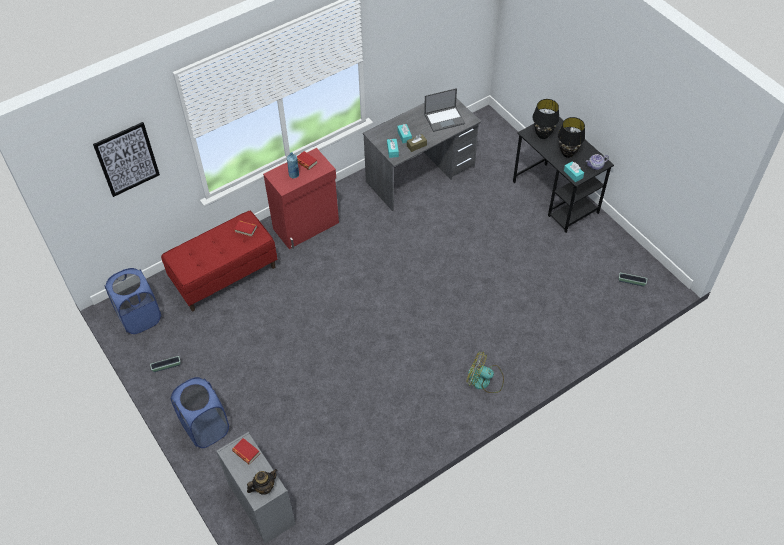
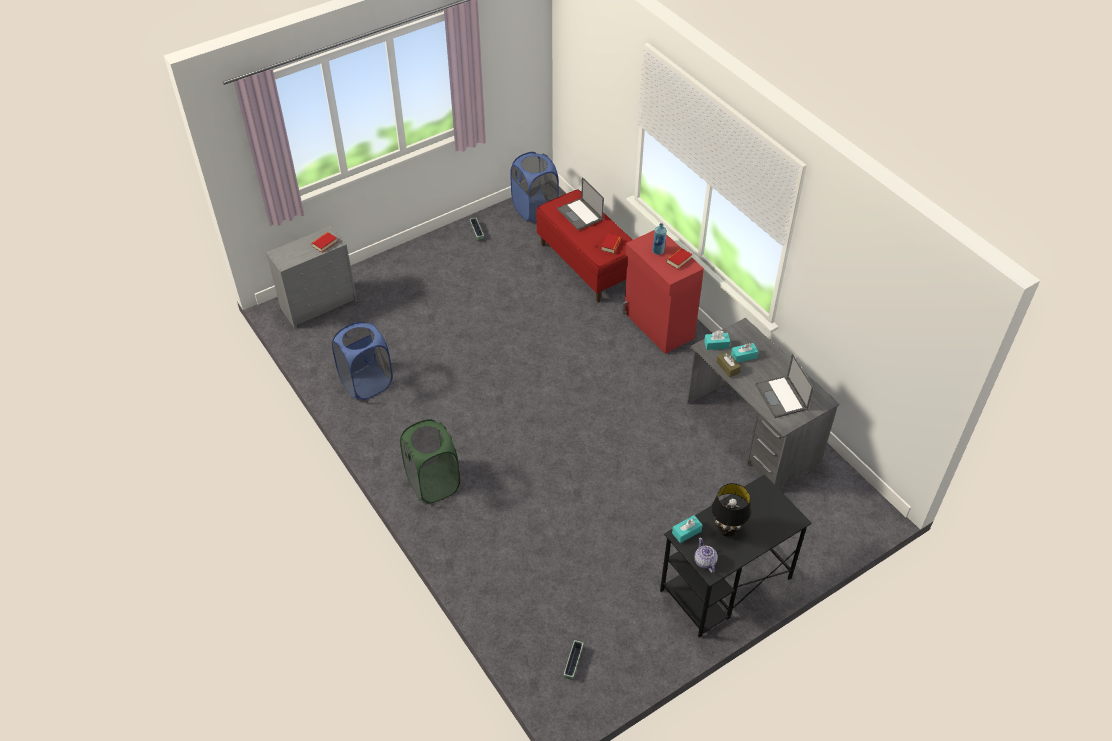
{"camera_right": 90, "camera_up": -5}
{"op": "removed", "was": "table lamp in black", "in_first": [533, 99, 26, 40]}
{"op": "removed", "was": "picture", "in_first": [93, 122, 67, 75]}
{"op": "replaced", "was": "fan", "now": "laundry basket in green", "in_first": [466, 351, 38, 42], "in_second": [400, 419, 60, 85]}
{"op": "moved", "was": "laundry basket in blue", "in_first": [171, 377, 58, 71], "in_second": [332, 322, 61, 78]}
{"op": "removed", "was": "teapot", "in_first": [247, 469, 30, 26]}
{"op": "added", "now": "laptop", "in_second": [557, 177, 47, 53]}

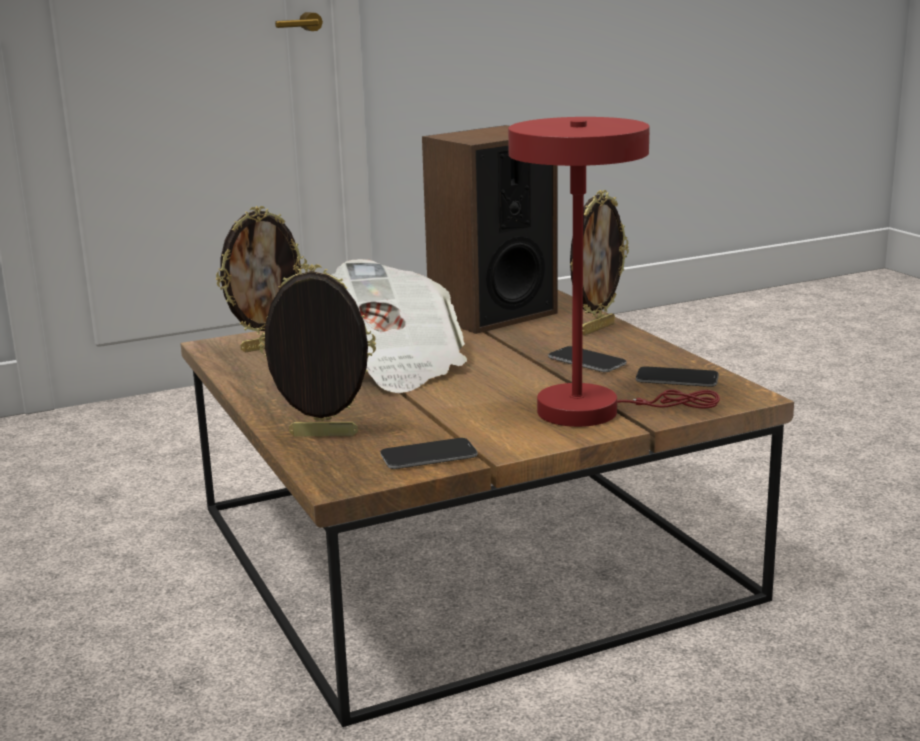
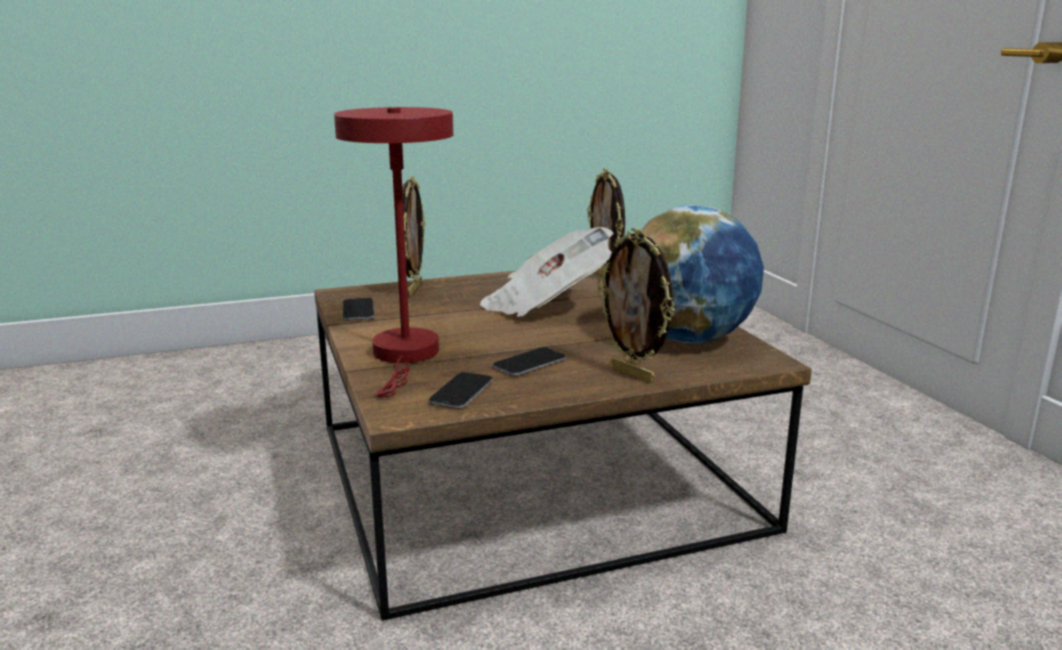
{"camera_right": 95, "camera_up": 0}
{"op": "replaced", "was": "speaker", "now": "globe", "in_first": [422, 125, 136, 209], "in_second": [641, 205, 123, 138]}

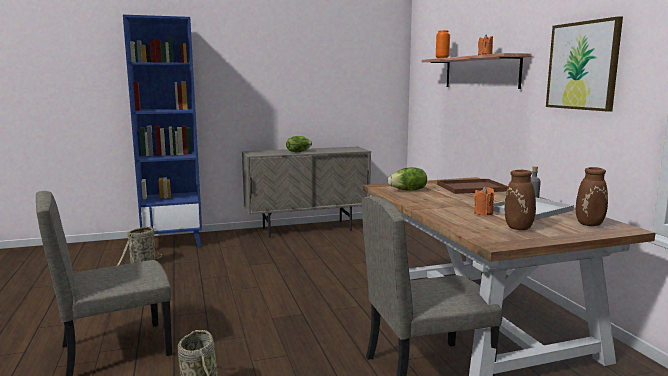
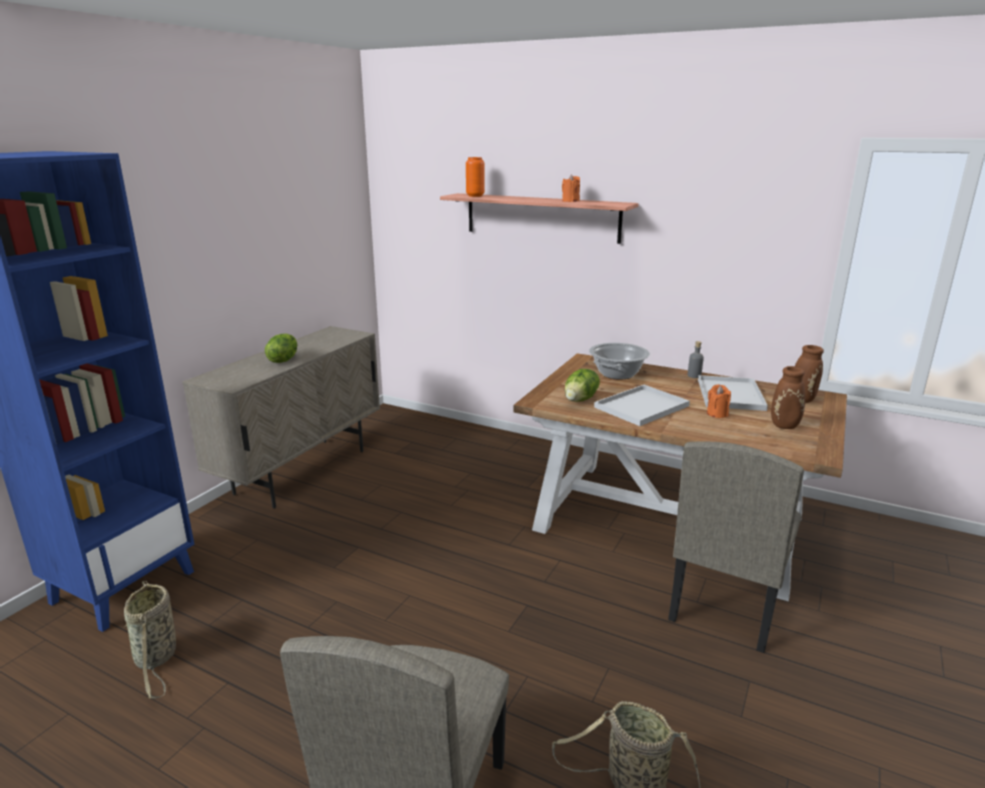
{"camera_right": -45, "camera_up": 10}
{"op": "removed", "was": "picture", "in_first": [546, 16, 77, 96]}
{"op": "replaced", "was": "tray in brown", "now": "cooking pot", "in_first": [437, 179, 71, 15], "in_second": [589, 343, 61, 37]}
{"op": "added", "now": "tray in white", "in_second": [594, 385, 96, 41]}

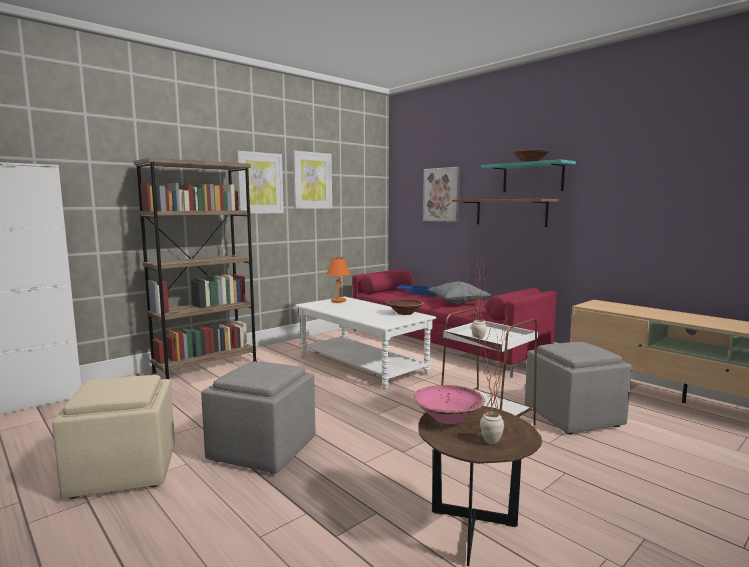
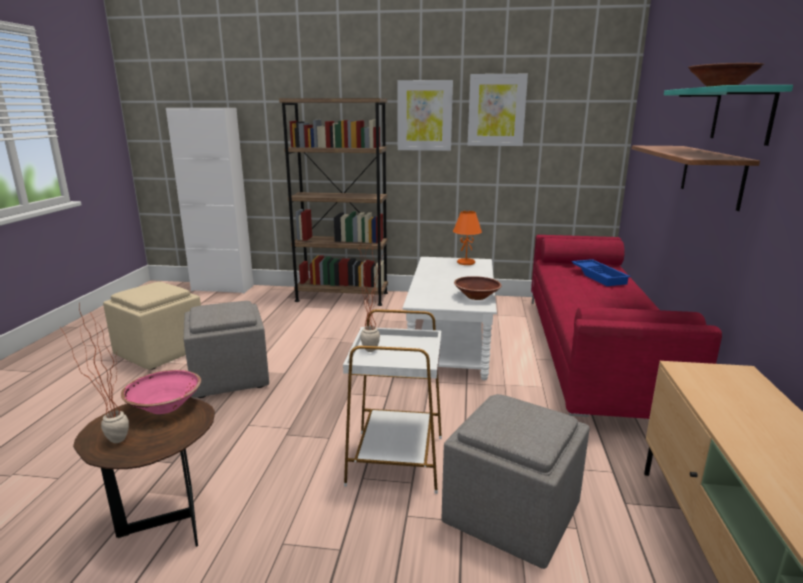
{"camera_right": 50, "camera_up": 10}
{"op": "removed", "was": "picture", "in_first": [423, 167, 37, 55]}
{"op": "removed", "was": "pillow in grey", "in_first": [428, 281, 64, 23]}

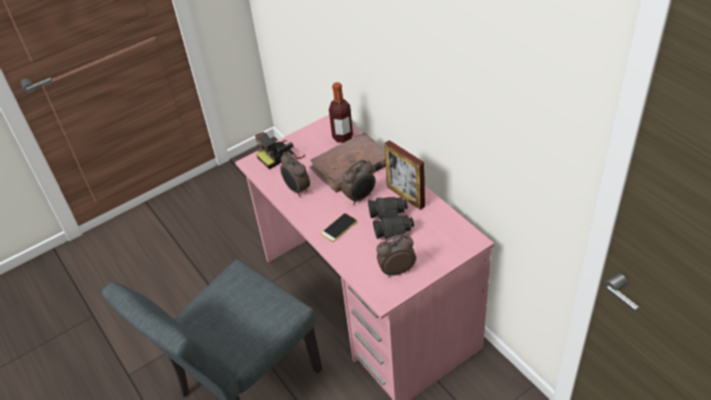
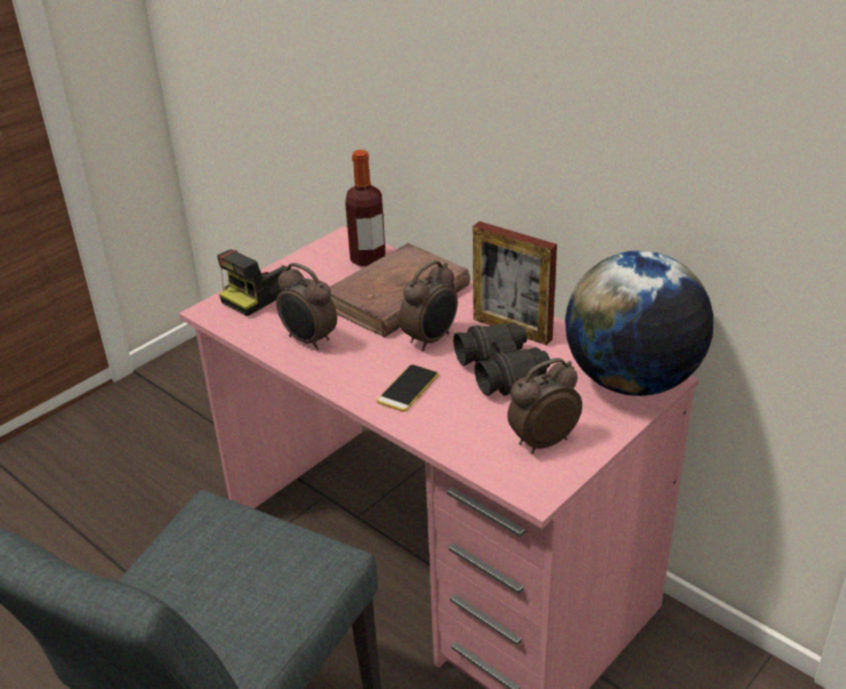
{"camera_right": -15, "camera_up": -10}
{"op": "added", "now": "globe", "in_second": [565, 251, 149, 145]}

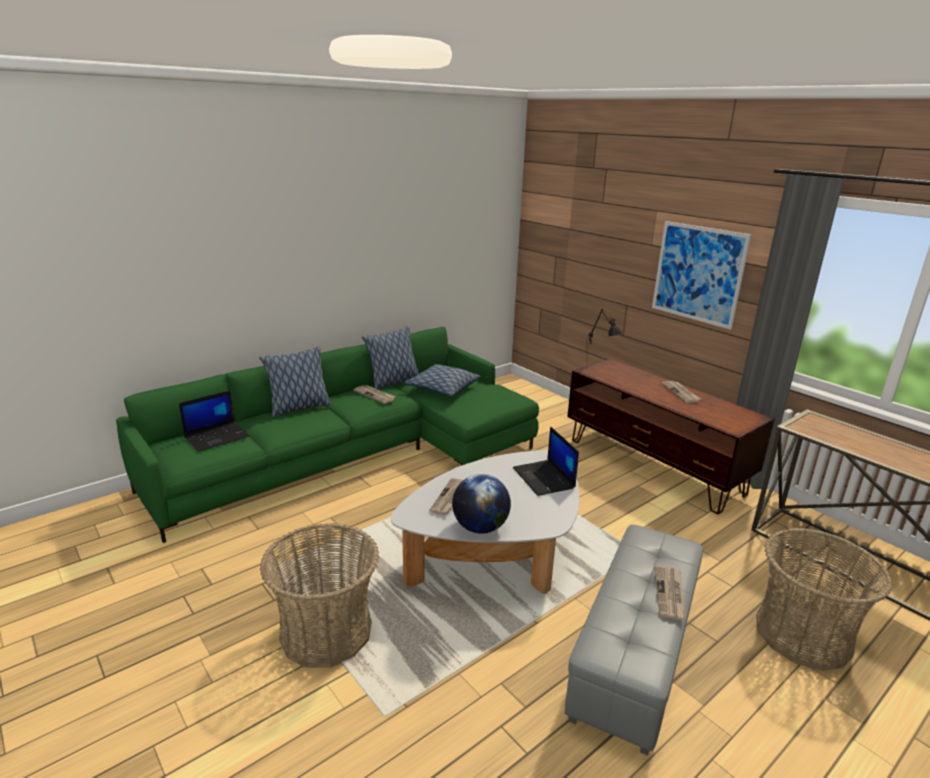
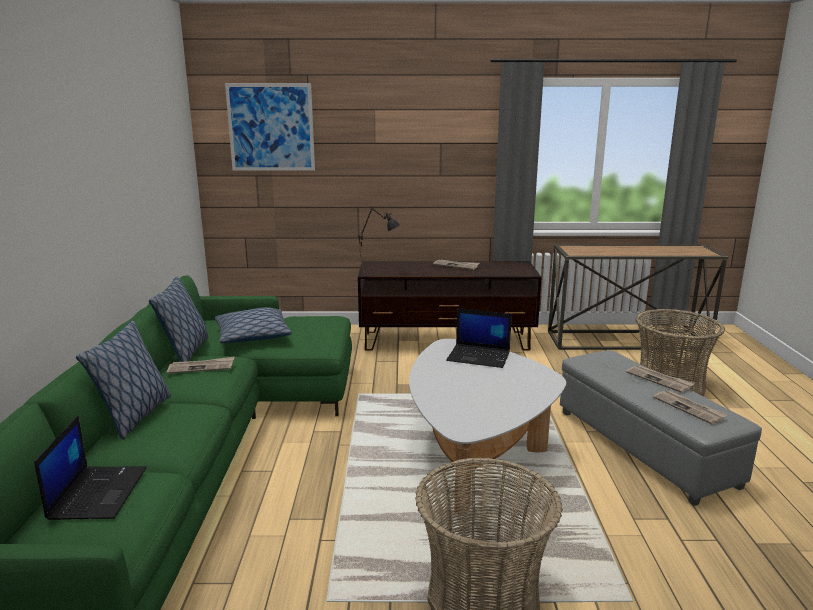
{"camera_right": -50, "camera_up": -5}
{"op": "moved", "was": "picture", "in_first": [652, 221, 99, 109], "in_second": [225, 83, 90, 88]}
{"op": "removed", "was": "globe", "in_first": [452, 474, 59, 60]}
{"op": "moved", "was": "newspaper", "in_first": [429, 478, 34, 37], "in_second": [653, 390, 75, 34]}

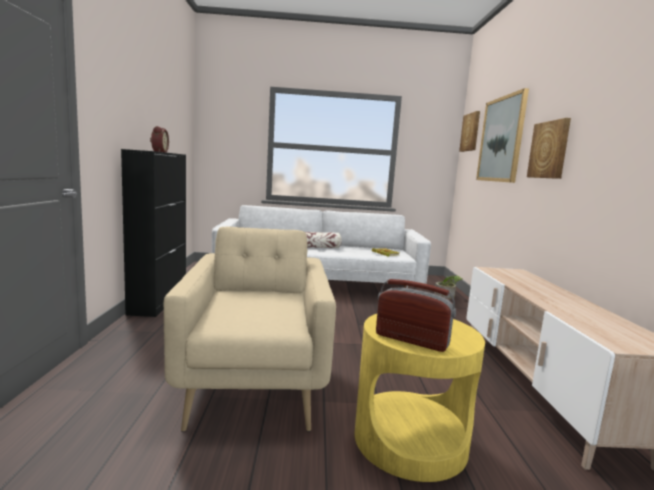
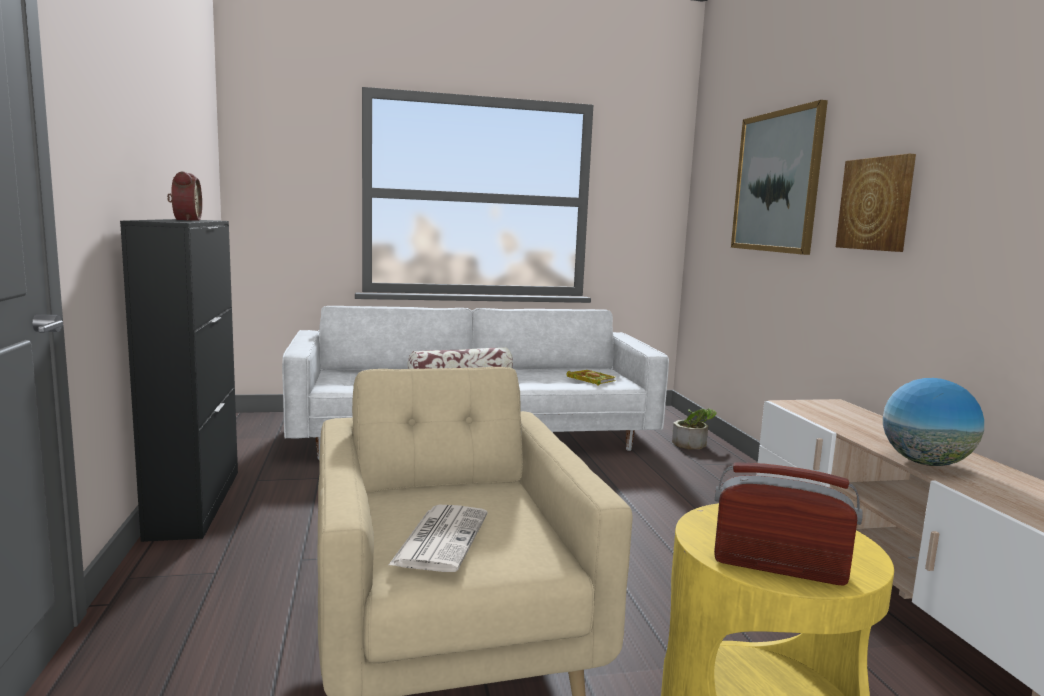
{"camera_right": -10, "camera_up": 0}
{"op": "removed", "was": "picture", "in_first": [459, 111, 21, 41]}
{"op": "added", "now": "globe", "in_second": [883, 378, 101, 88]}
{"op": "added", "now": "newspaper", "in_second": [389, 505, 99, 67]}

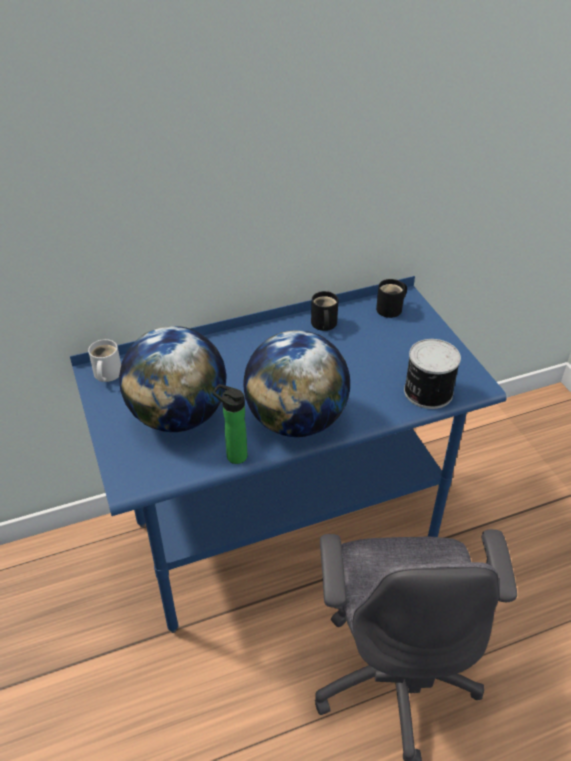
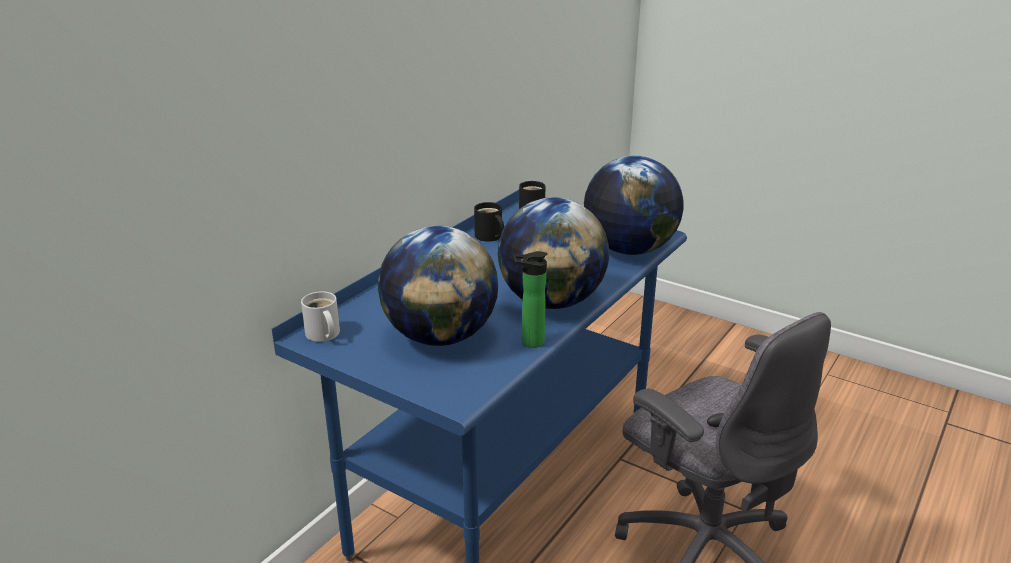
{"camera_right": -35, "camera_up": -15}
{"op": "replaced", "was": "can", "now": "globe", "in_first": [404, 339, 57, 70], "in_second": [584, 156, 100, 99]}

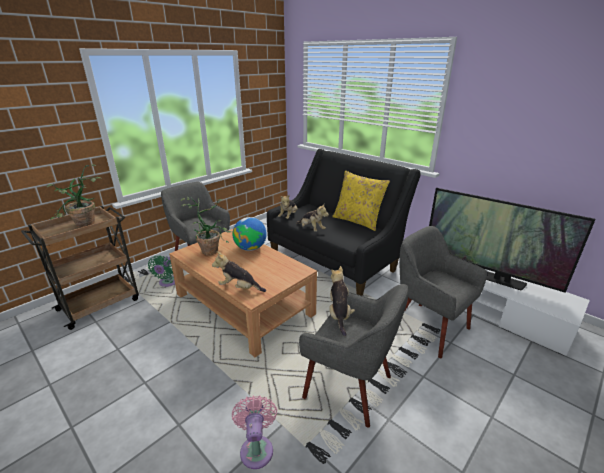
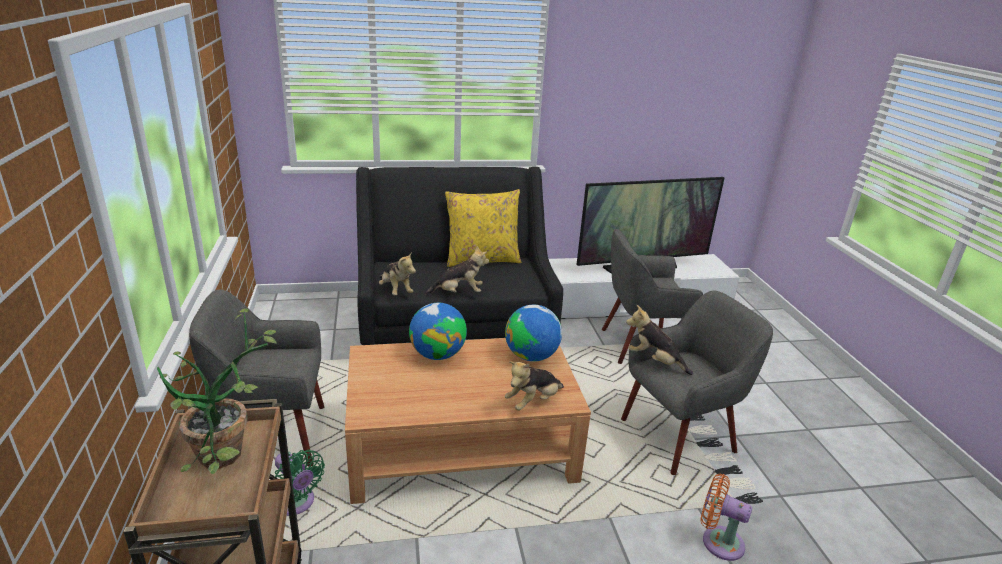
{"camera_right": -55, "camera_up": 0}
{"op": "removed", "was": "potted plant", "in_first": [180, 197, 52, 58]}
{"op": "recoloured", "was": "fan in pink", "now": "fan in orange", "in_first": [232, 395, 45, 74], "in_second": [700, 474, 52, 87]}
{"op": "added", "now": "globe", "in_second": [505, 305, 57, 57]}

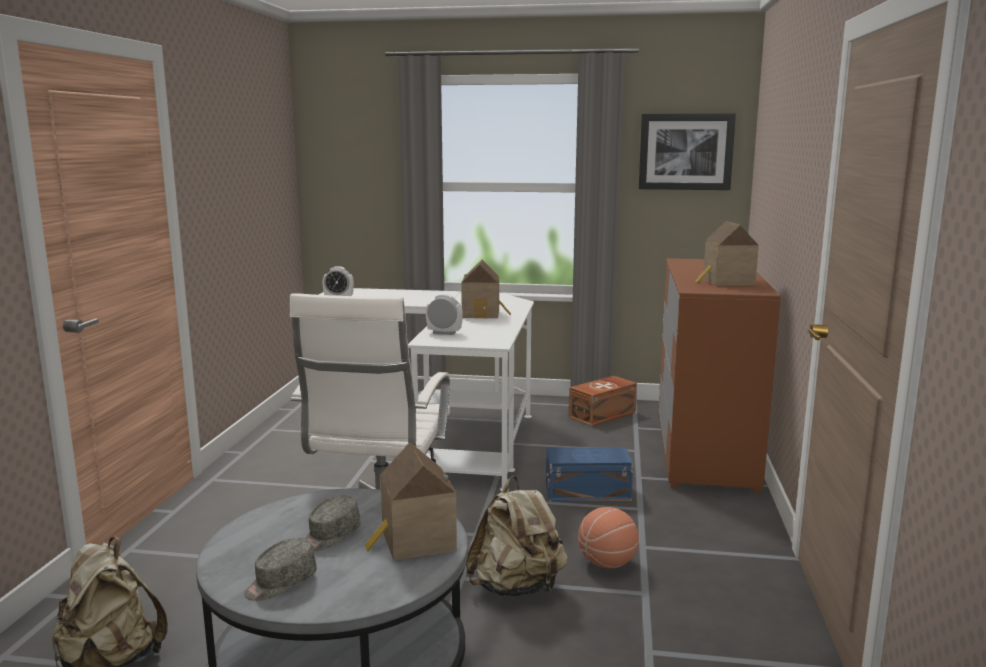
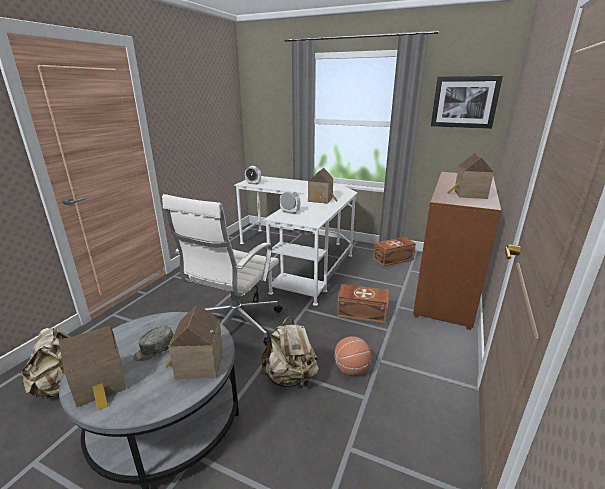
{"camera_right": 15, "camera_up": 10}
{"op": "recoloured", "was": "storage box in blue", "now": "storage box in brown", "in_first": [546, 447, 87, 55], "in_second": [337, 284, 52, 40]}
{"op": "replaced", "was": "cap in grey", "now": "toy house", "in_first": [244, 538, 73, 63], "in_second": [59, 326, 67, 85]}

